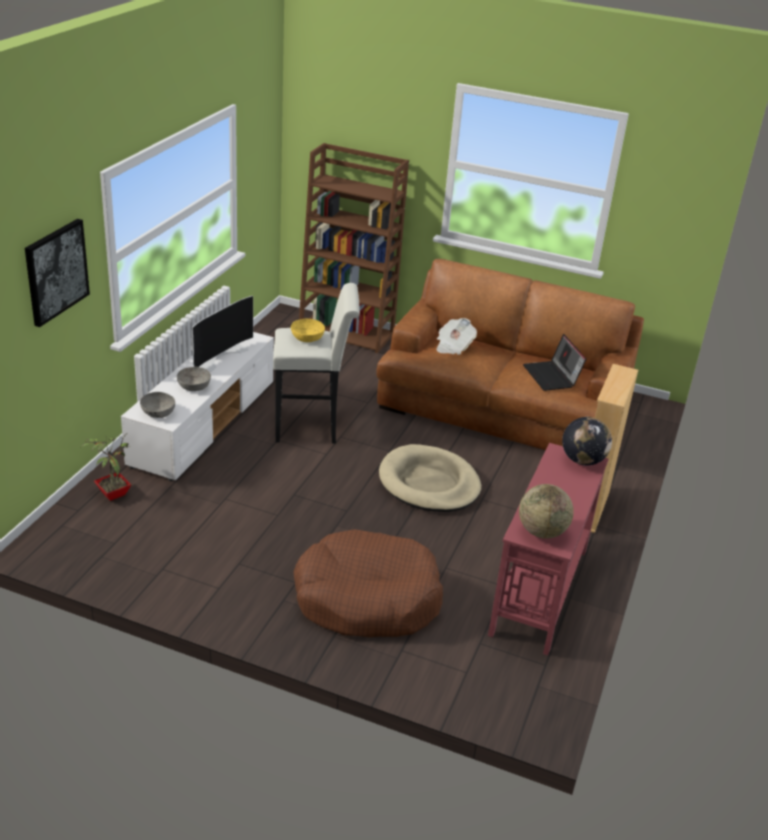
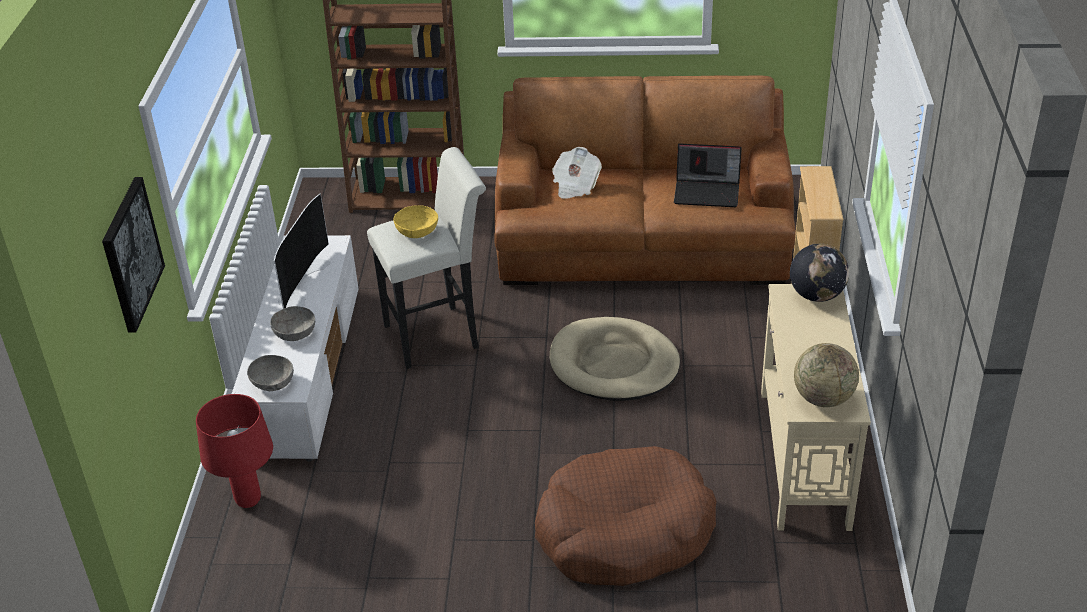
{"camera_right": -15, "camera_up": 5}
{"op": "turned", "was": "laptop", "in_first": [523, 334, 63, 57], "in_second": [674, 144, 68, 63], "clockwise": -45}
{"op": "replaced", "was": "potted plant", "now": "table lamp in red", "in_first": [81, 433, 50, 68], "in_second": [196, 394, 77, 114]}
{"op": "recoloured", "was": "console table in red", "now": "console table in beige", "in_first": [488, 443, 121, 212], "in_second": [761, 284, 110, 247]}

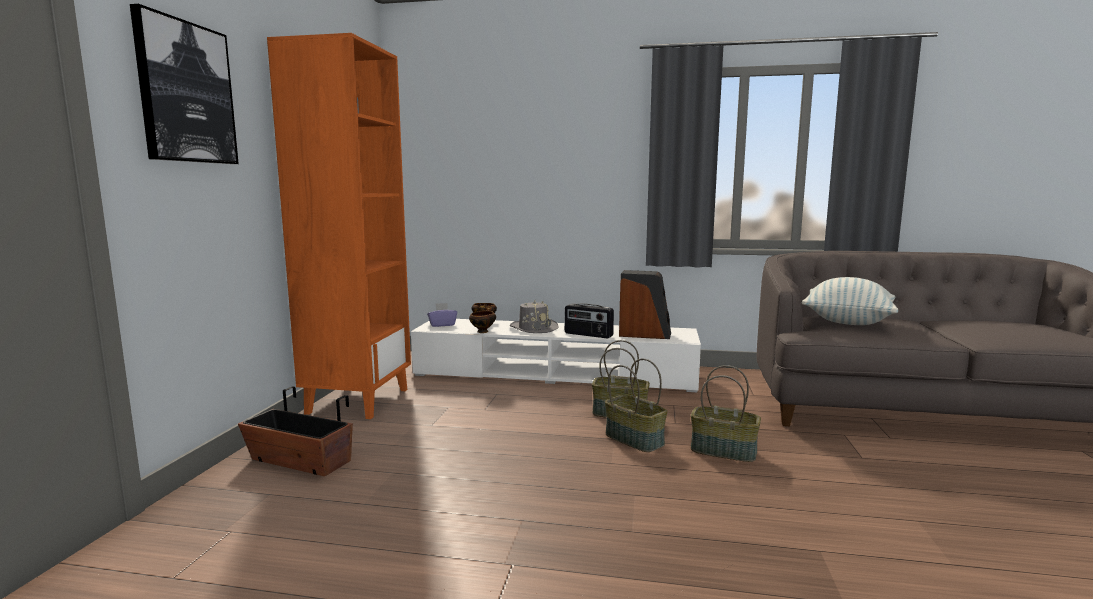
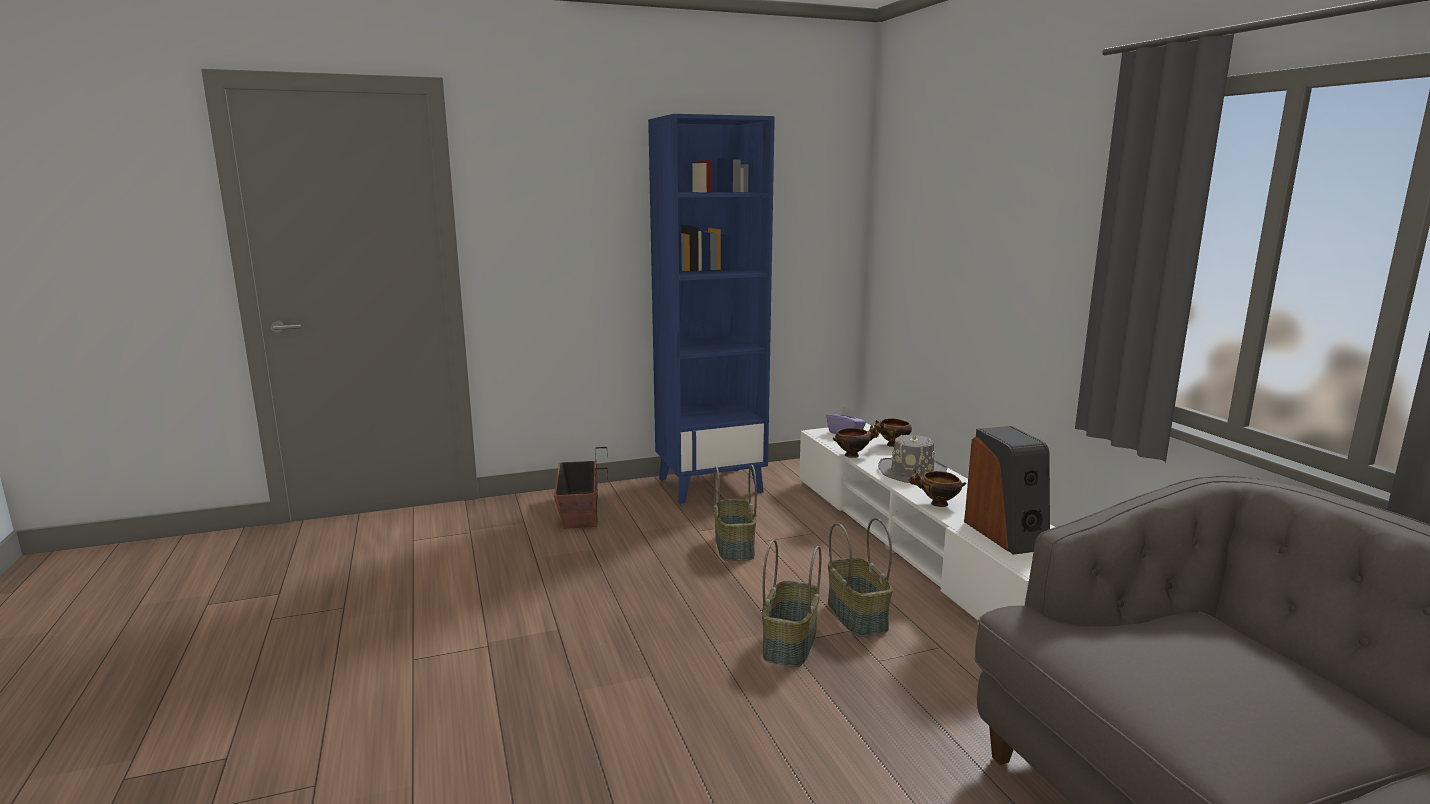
{"camera_right": 60, "camera_up": 5}
{"op": "removed", "was": "picture", "in_first": [130, 4, 109, 160]}
{"op": "recoloured", "was": "bookcase in orange", "now": "bookcase in blue", "in_first": [267, 33, 144, 386], "in_second": [648, 114, 127, 390]}
{"op": "removed", "was": "pillow", "in_first": [801, 277, 97, 48]}
{"op": "replaced", "was": "radio", "now": "bowl", "in_first": [565, 303, 49, 35], "in_second": [909, 470, 57, 37]}
{"op": "moved", "was": "basket", "in_first": [691, 365, 70, 97], "in_second": [713, 464, 44, 97]}

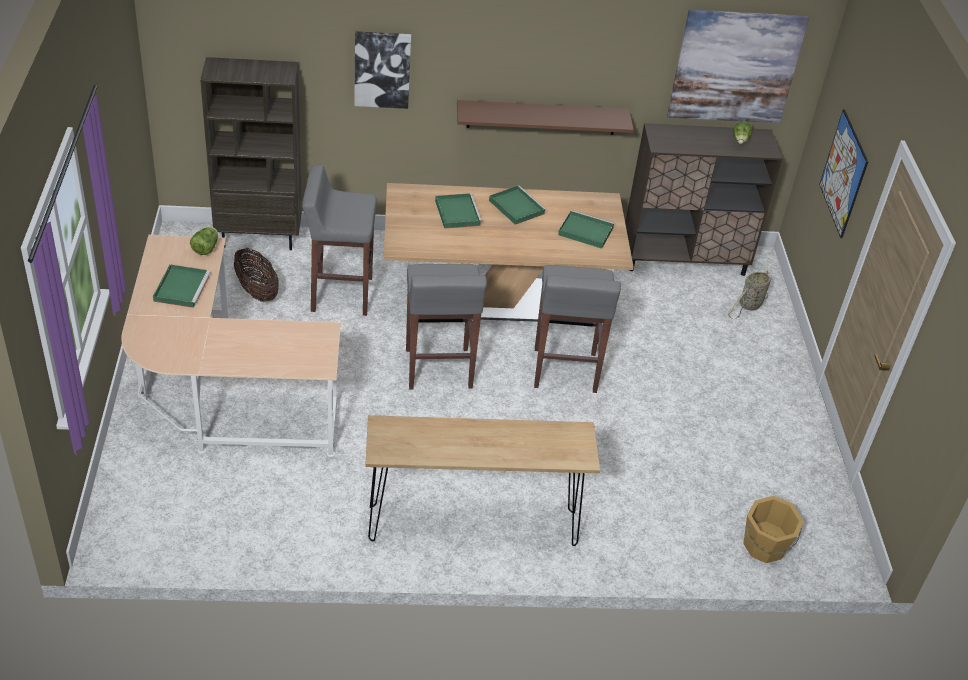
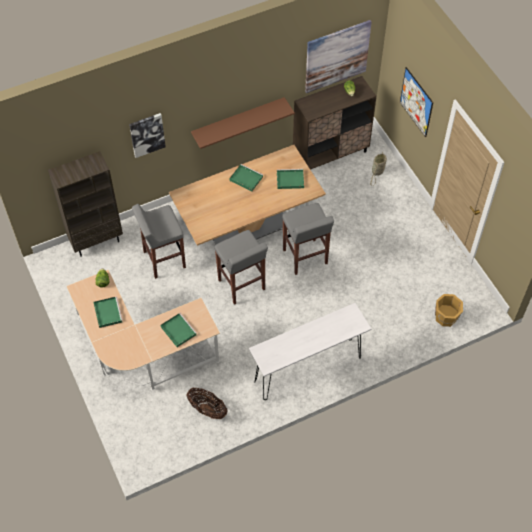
{"camera_right": -20, "camera_up": 15}
{"op": "moved", "was": "tray in green", "in_first": [435, 193, 47, 36], "in_second": [160, 313, 37, 34]}
{"op": "moved", "was": "basket", "in_first": [234, 248, 45, 54], "in_second": [187, 388, 41, 31]}
{"op": "recoloured", "was": "console table in brown", "now": "console table in white", "in_first": [365, 415, 235, 131], "in_second": [249, 303, 122, 97]}

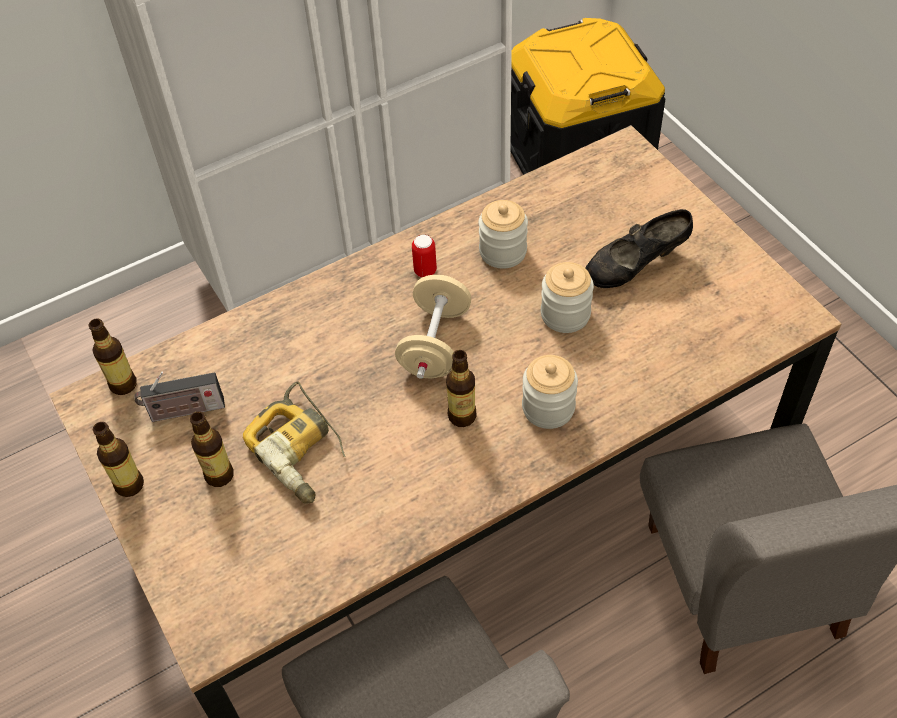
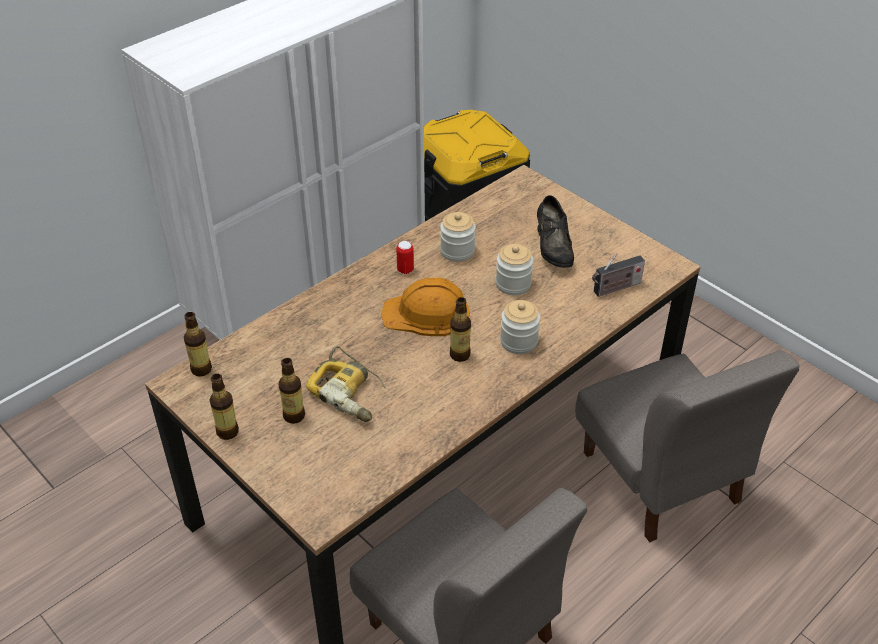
{"camera_right": -15, "camera_up": -10}
{"op": "turned", "was": "shoe in black", "in_first": [585, 209, 108, 79], "in_second": [537, 195, 37, 73], "clockwise": -60}
{"op": "replaced", "was": "dumbbell in beige", "now": "hard hat in orange", "in_first": [395, 275, 76, 104], "in_second": [381, 278, 89, 58]}
{"op": "moved", "was": "radio", "in_first": [135, 372, 90, 50], "in_second": [592, 253, 53, 44]}

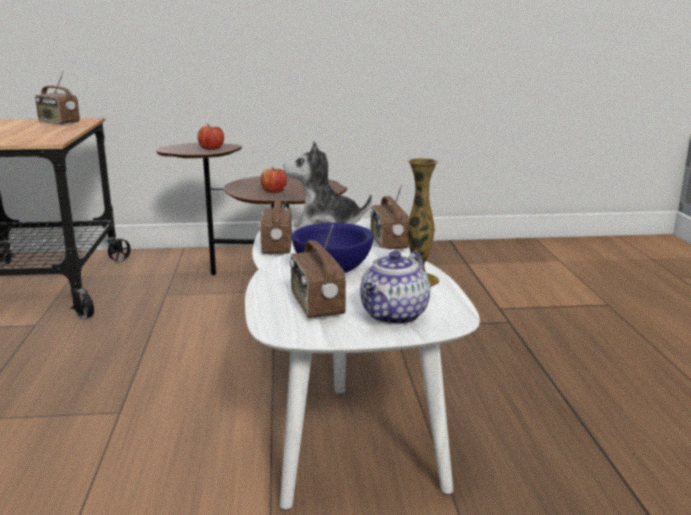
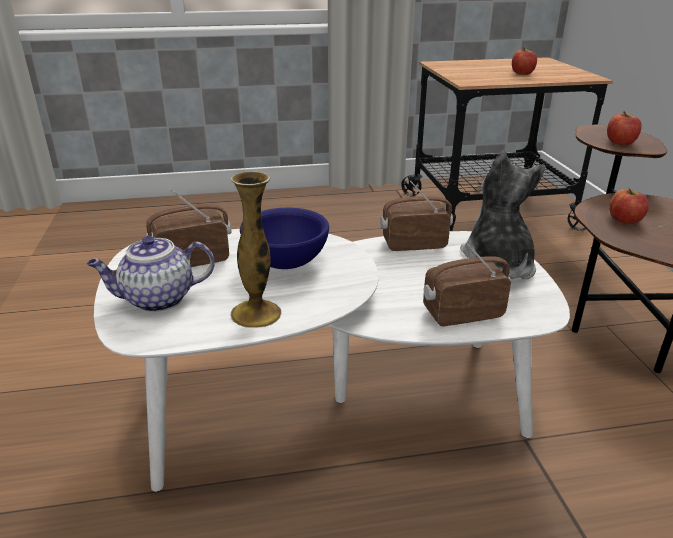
{"camera_right": 85, "camera_up": 10}
{"op": "removed", "was": "radio", "in_first": [35, 71, 45, 54]}
{"op": "turned", "was": "teapot", "in_first": [360, 251, 70, 74], "in_second": [87, 236, 128, 76], "clockwise": -45}
{"op": "added", "now": "apple", "in_second": [512, 47, 25, 28]}

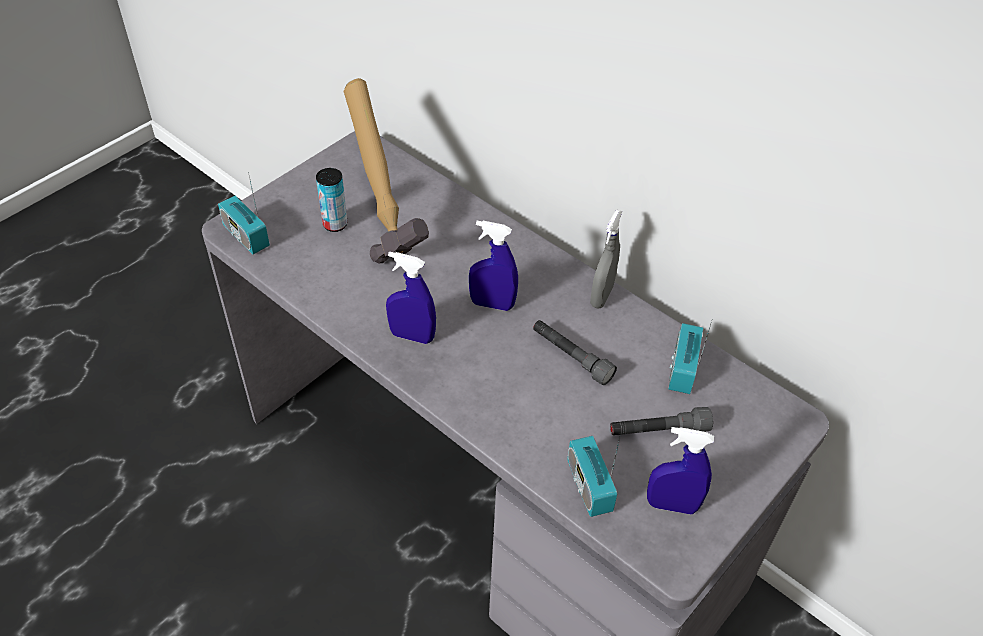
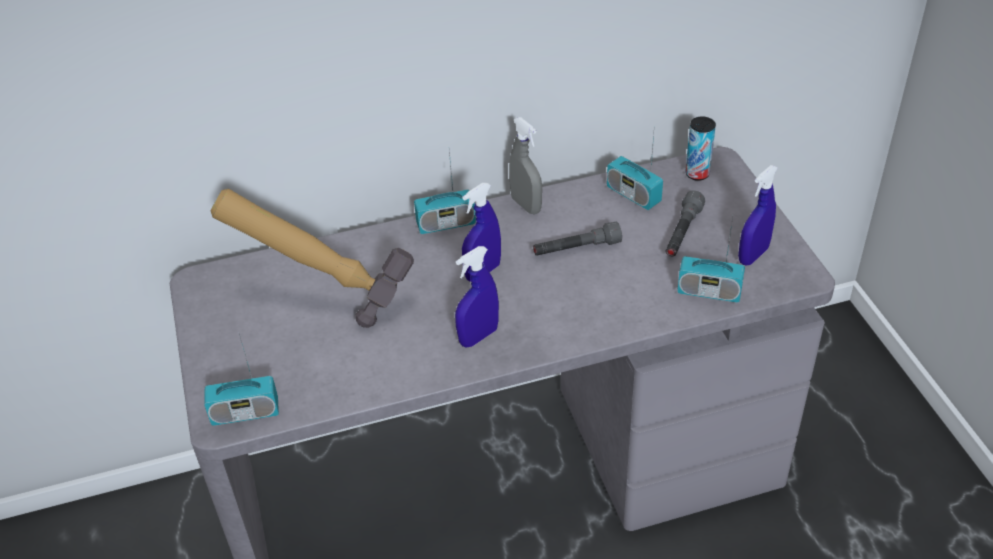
{"camera_right": -55, "camera_up": -5}
{"op": "moved", "was": "can", "in_first": [316, 168, 31, 64], "in_second": [685, 116, 31, 65]}
{"op": "added", "now": "radio", "in_second": [414, 151, 62, 83]}

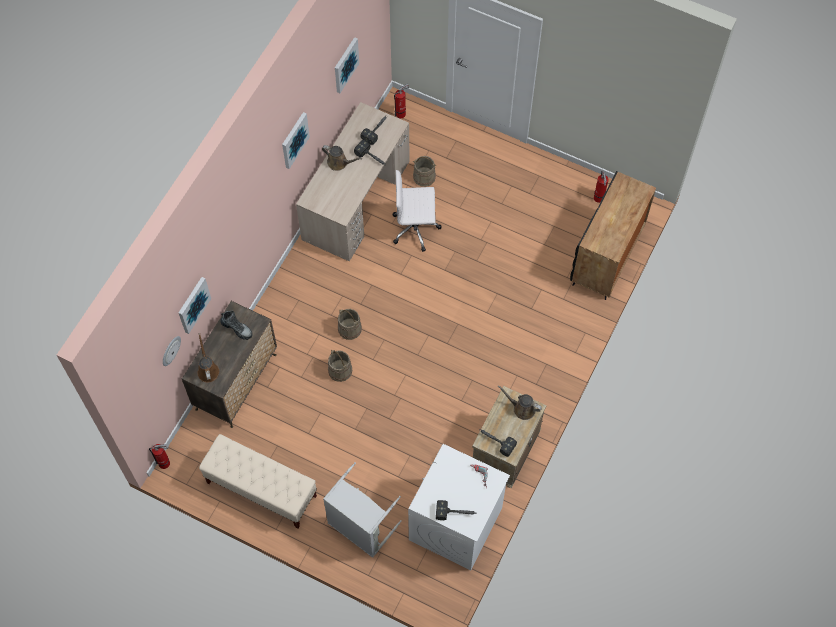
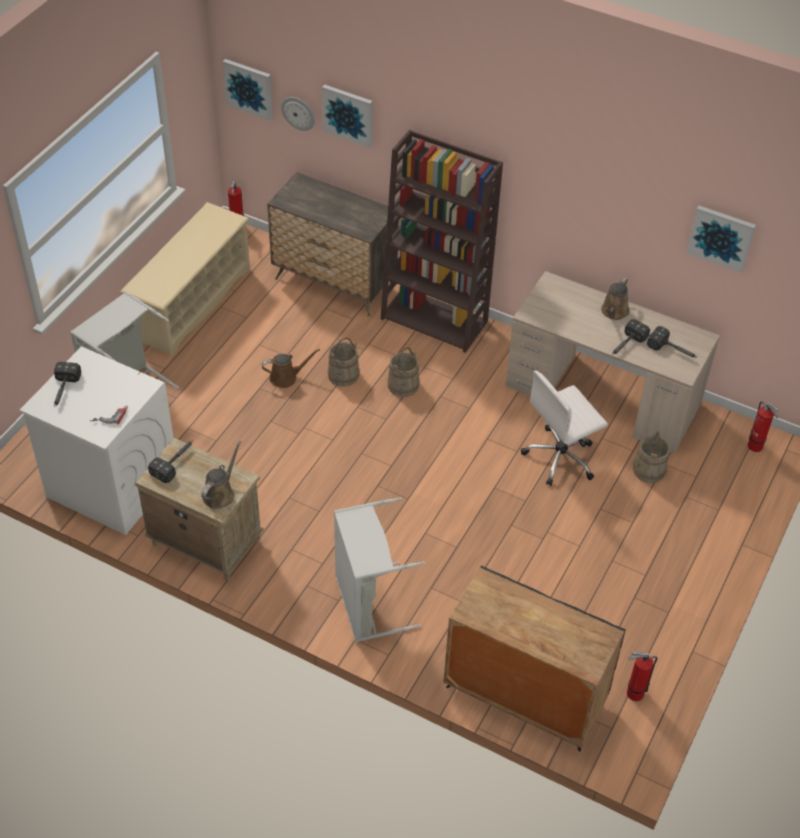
{"camera_right": 90, "camera_up": -15}
{"op": "moved", "was": "picture", "in_first": [282, 112, 28, 57], "in_second": [223, 59, 50, 62]}
{"op": "turned", "was": "office chair in white", "in_first": [393, 170, 48, 82], "in_second": [521, 371, 87, 115], "clockwise": -120}
{"op": "removed", "was": "boot", "in_first": [220, 311, 33, 29]}
{"op": "moved", "was": "watering can in brown", "in_first": [198, 333, 21, 50], "in_second": [262, 349, 58, 39]}
{"op": "replaced", "was": "bench in beige", "now": "shoe rack in beige", "in_first": [199, 434, 118, 95], "in_second": [119, 202, 131, 155]}
{"op": "added", "now": "bookcase in brown", "in_second": [381, 130, 122, 223]}
{"op": "added", "now": "laundry basket in grey", "in_second": [334, 497, 91, 145]}

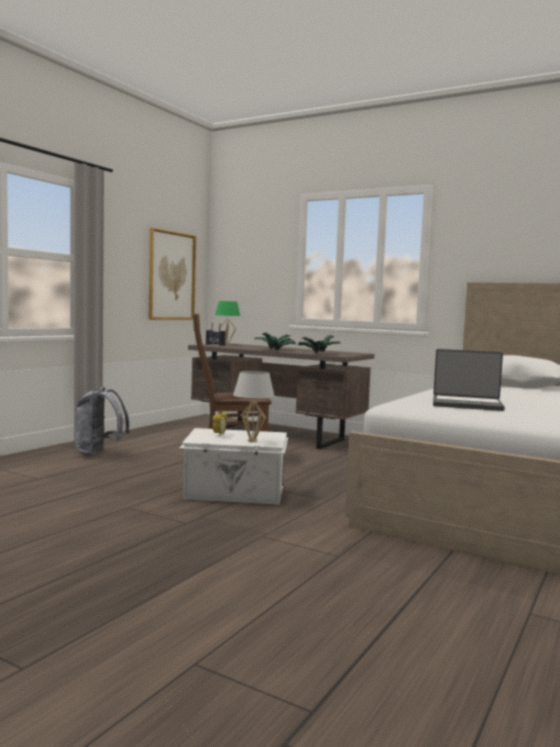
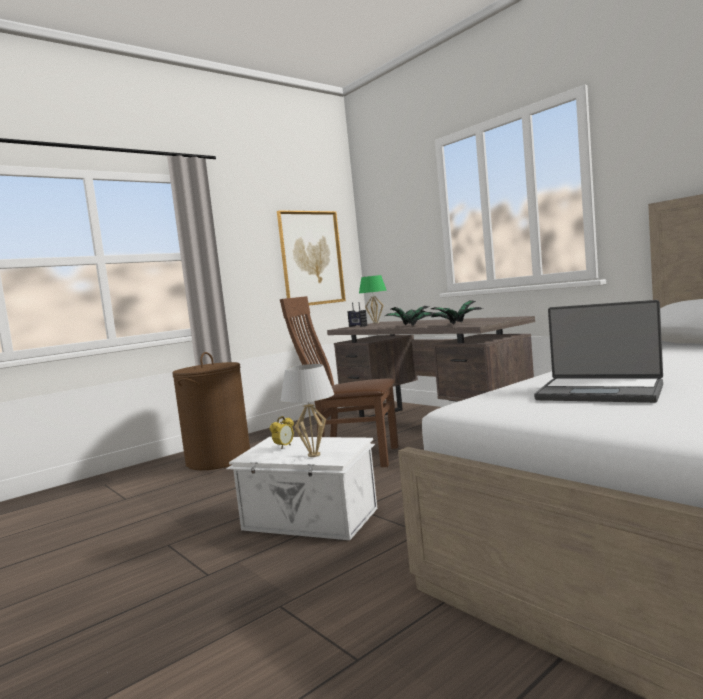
{"camera_right": 20, "camera_up": 0}
{"op": "replaced", "was": "backpack in grey", "now": "laundry basket in brown", "in_first": [75, 386, 55, 70], "in_second": [172, 352, 78, 118]}

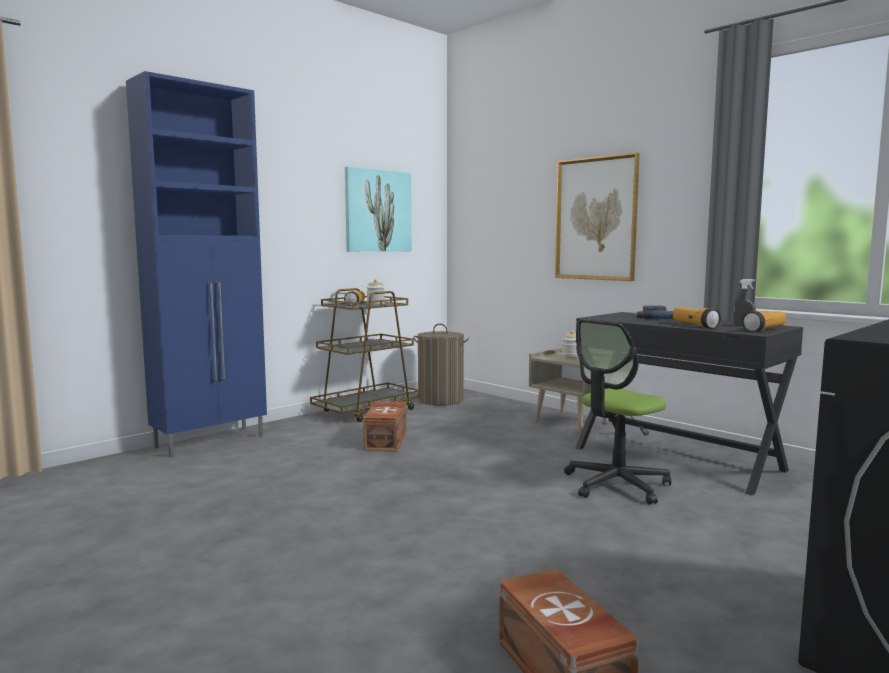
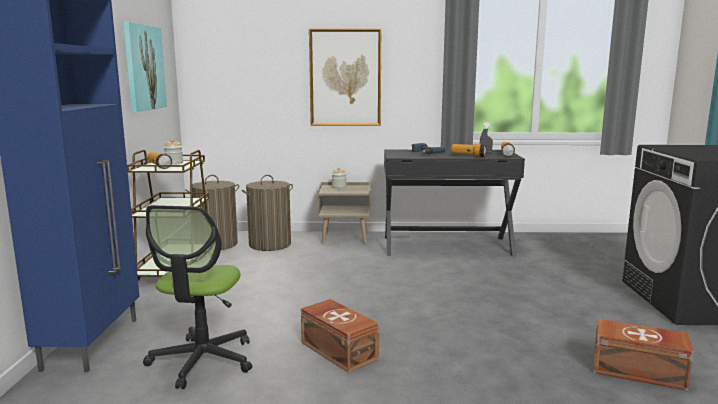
{"camera_right": -45, "camera_up": 5}
{"op": "moved", "was": "office chair", "in_first": [564, 319, 107, 186], "in_second": [143, 205, 109, 184]}
{"op": "moved", "was": "storage box in brown", "in_first": [363, 401, 44, 50], "in_second": [301, 299, 78, 74]}
{"op": "added", "now": "laundry basket", "in_second": [242, 175, 51, 76]}

